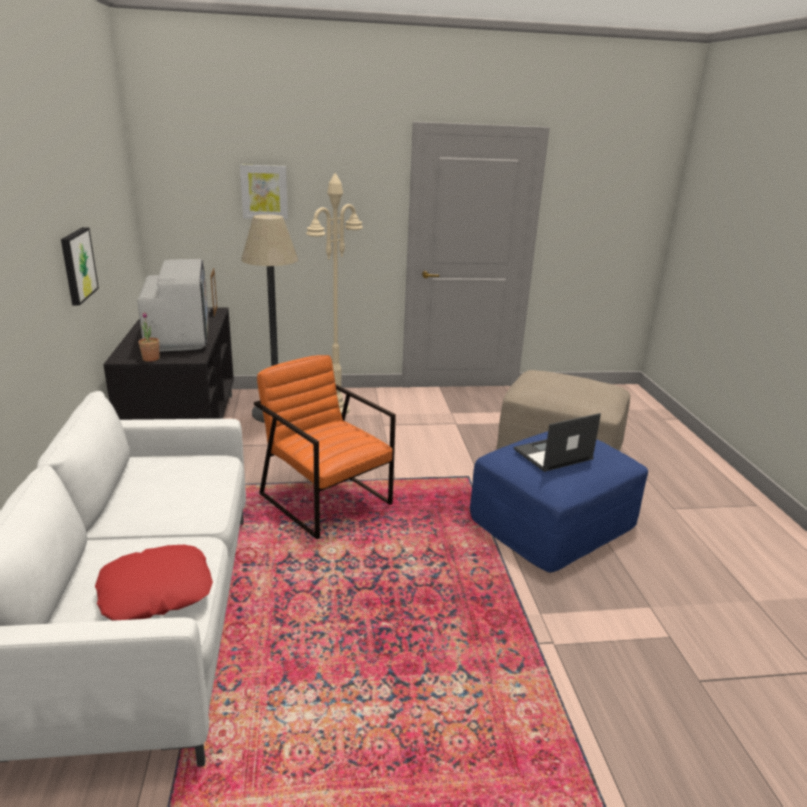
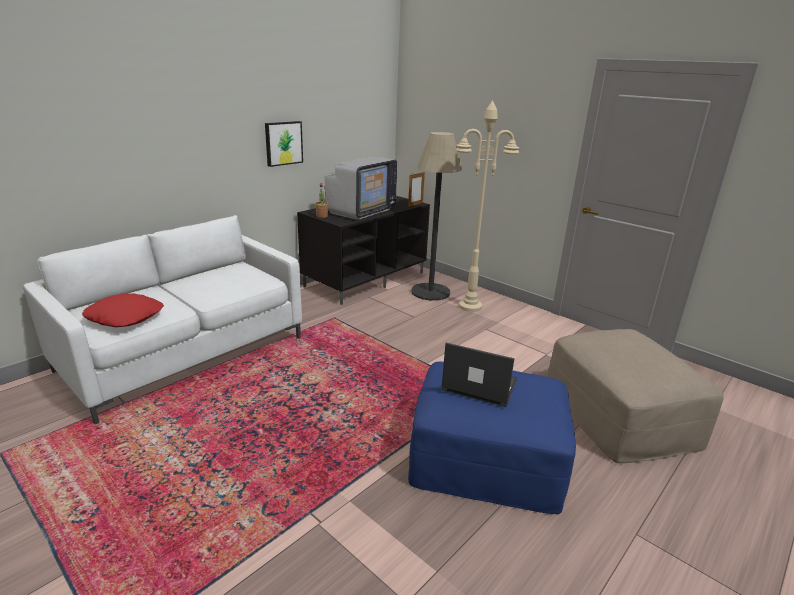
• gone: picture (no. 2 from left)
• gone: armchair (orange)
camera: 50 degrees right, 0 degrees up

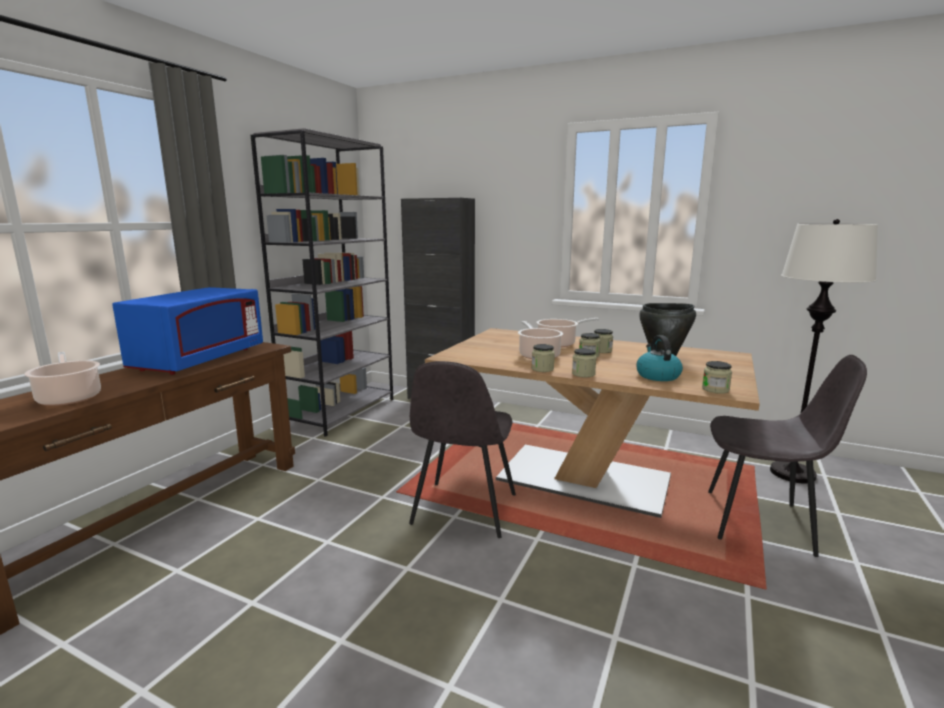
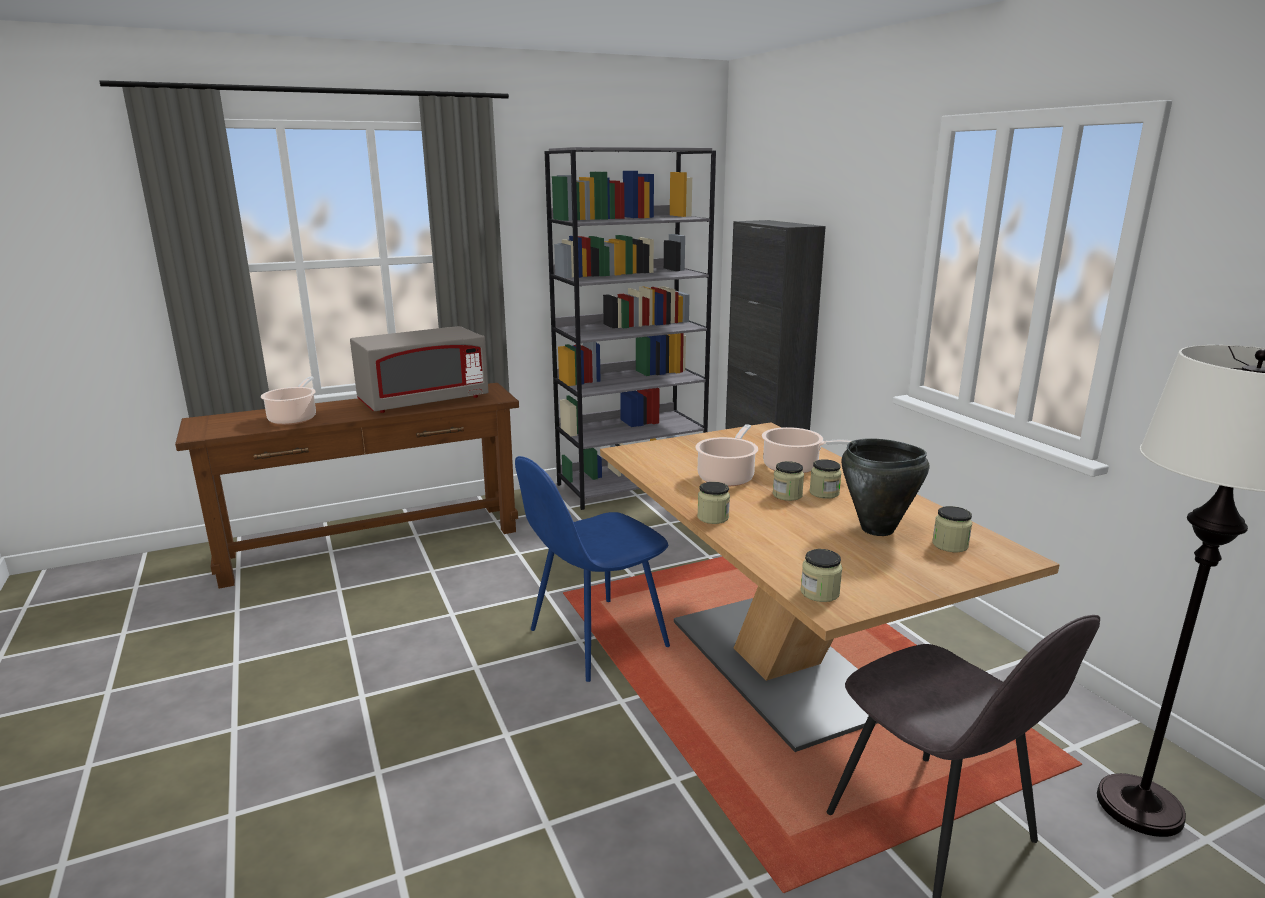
• repainted: microwave (blue) to microwave (grey)
• gone: kettle
• shifted: jar (no. 1 from left in the first image) to jar (no. 5 from left)
• repainted: chair (grey) (no. 1 from left) to chair (blue)
camera: 40 degrees right, 5 degrees up

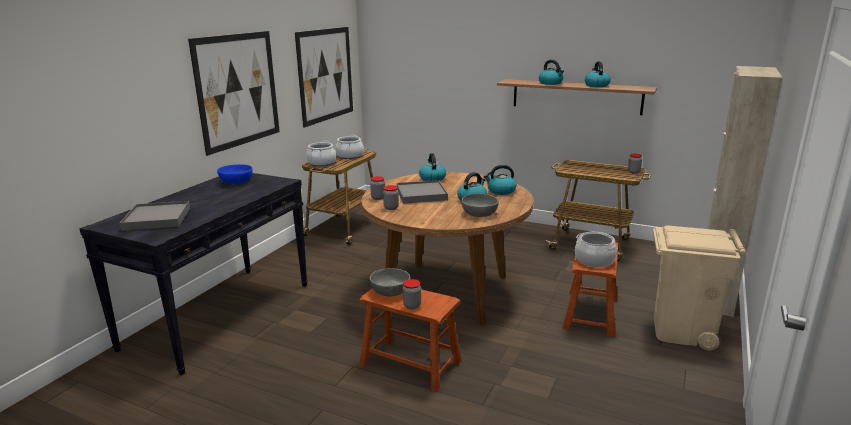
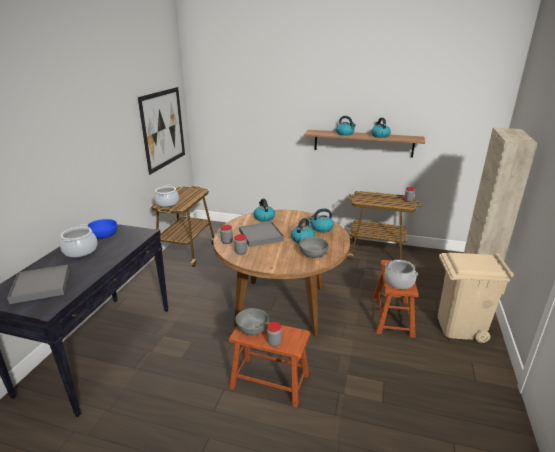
• gone: picture (no. 1 from left)
• shifted: cooking pot (no. 2 from left in the first image) to cooking pot (no. 1 from left)
camera: 10 degrees left, 5 degrees up

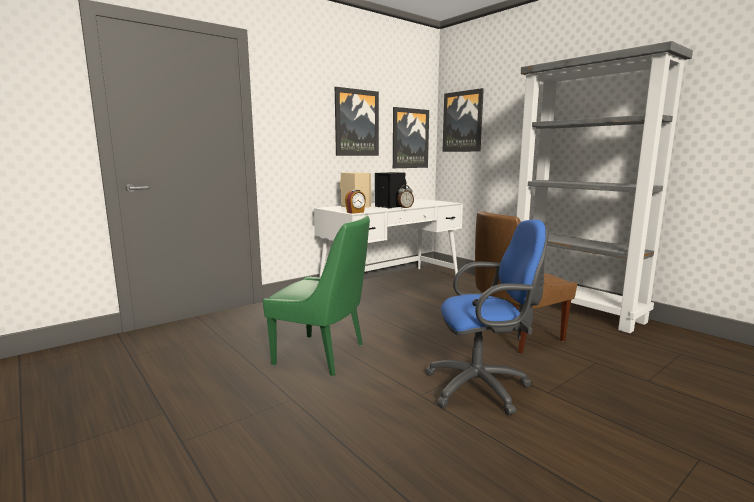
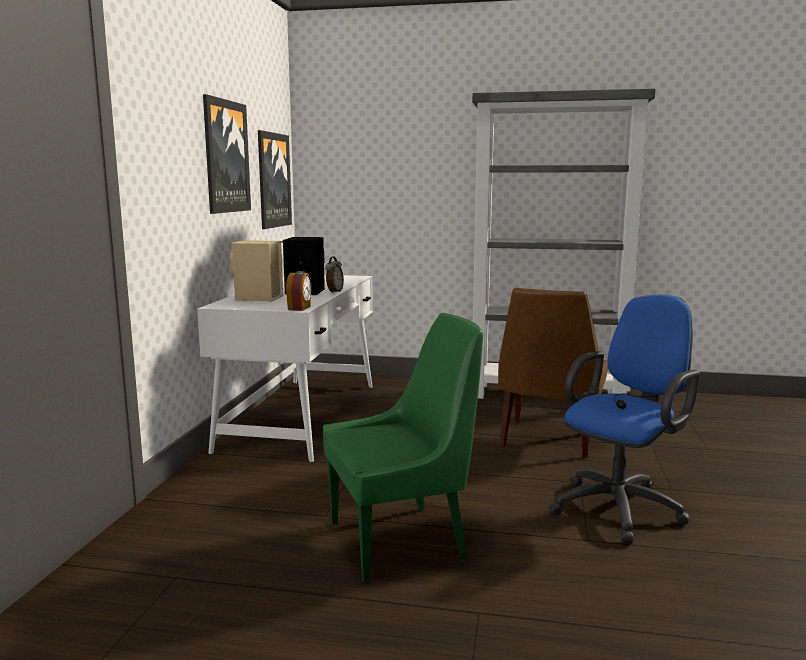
• gone: picture (no. 3 from left)
camera: 40 degrees left, 0 degrees up

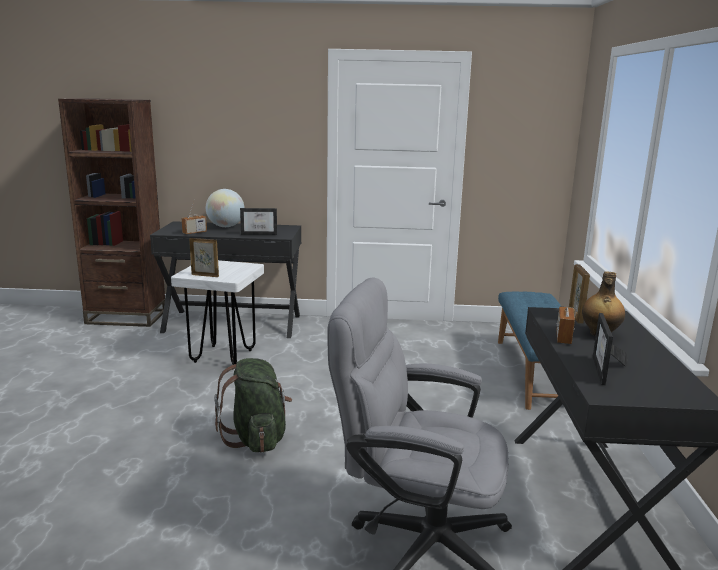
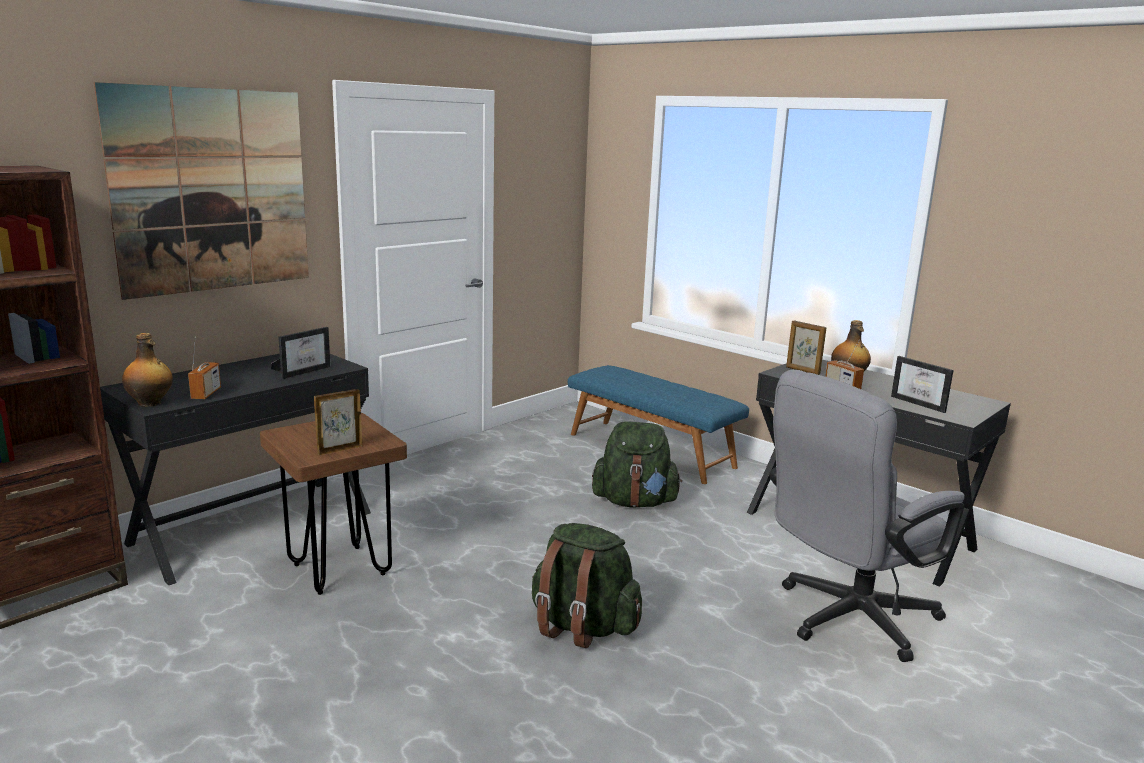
• gone: globe
• repainted: stool (white) to stool (brown)
• new: picture
• new: bottle (no. 1 from left)
• new: backpack (green) (no. 2 from left)
camera: 50 degrees left, 0 degrees up

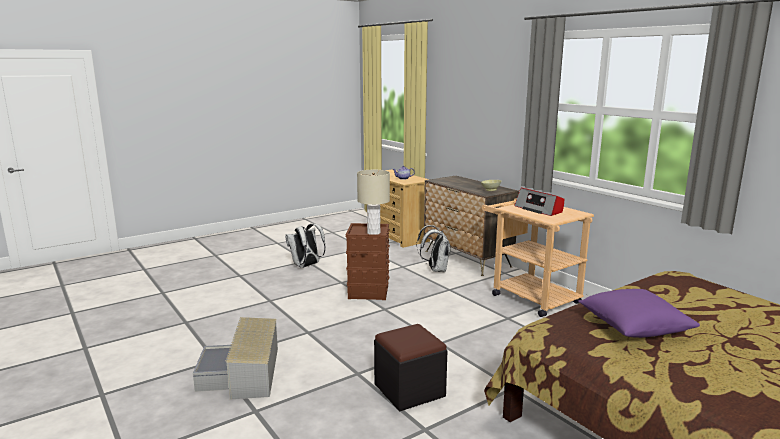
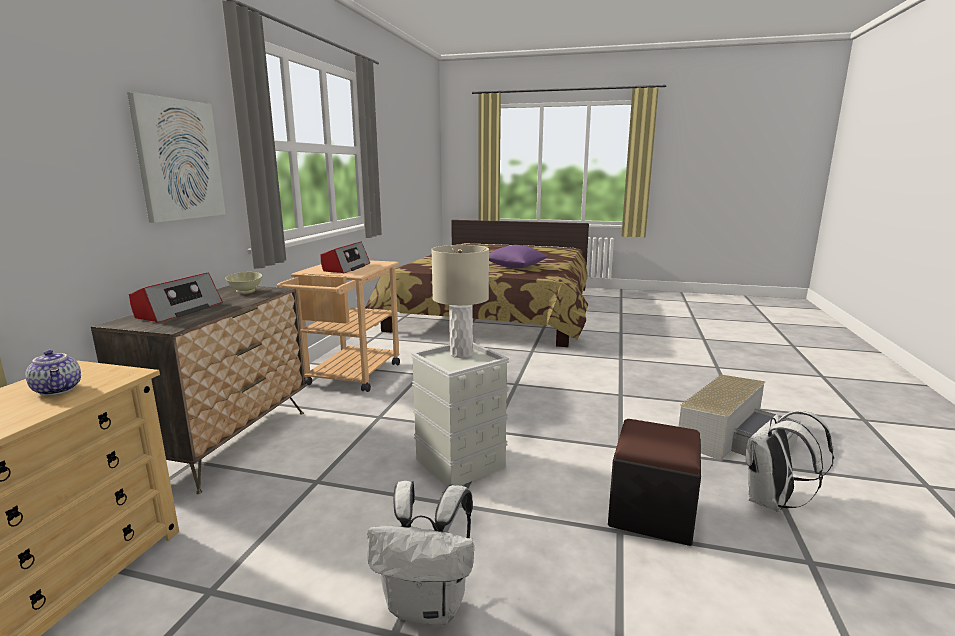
• repainted: storage box (brown) to storage box (grey) (no. 1 from left)
• shifted: backpack (white) (no. 2 from left)
• shifted: ottoman (black)
• new: picture
• new: radio (no. 1 from left)
camera: 130 degrees left, 0 degrees up

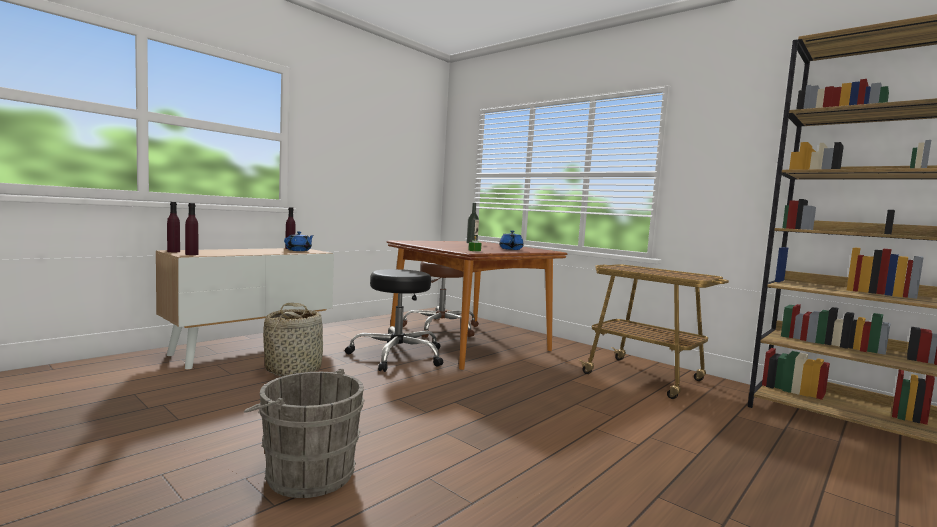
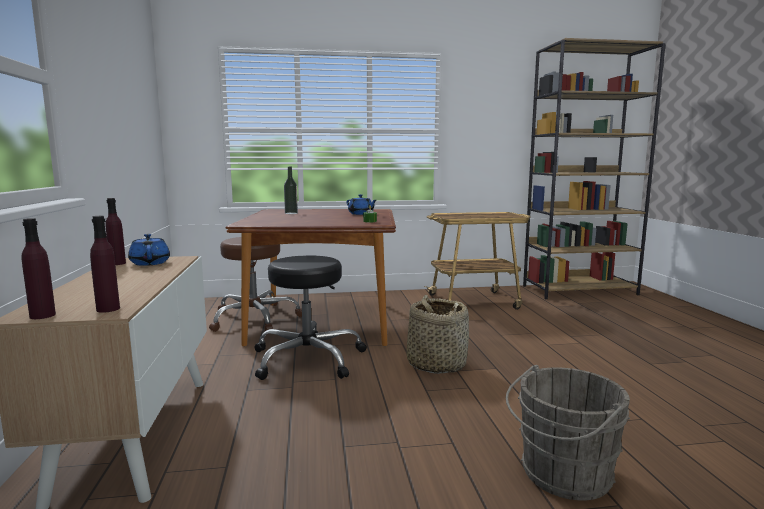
• shifted: basket
camera: 50 degrees left, 5 degrees up

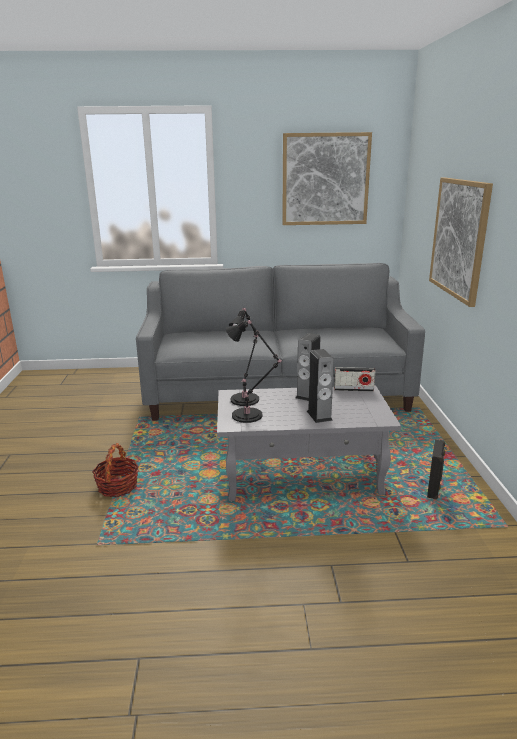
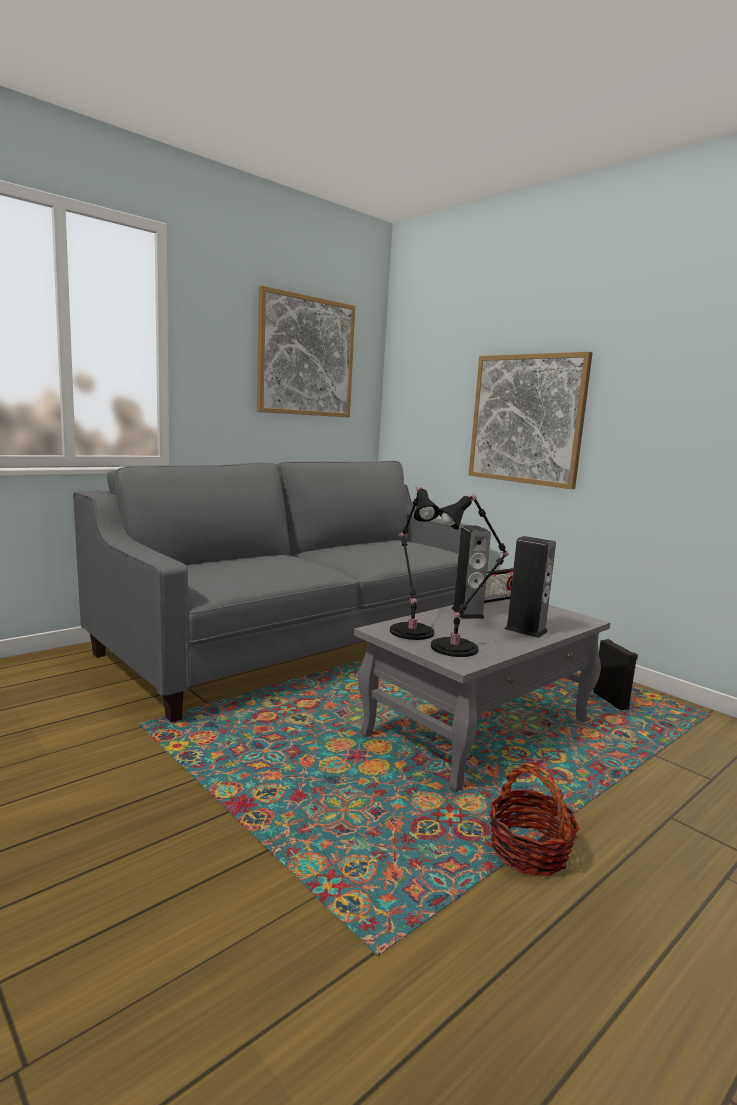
• shifted: basket
camera: 40 degrees left, 10 degrees down

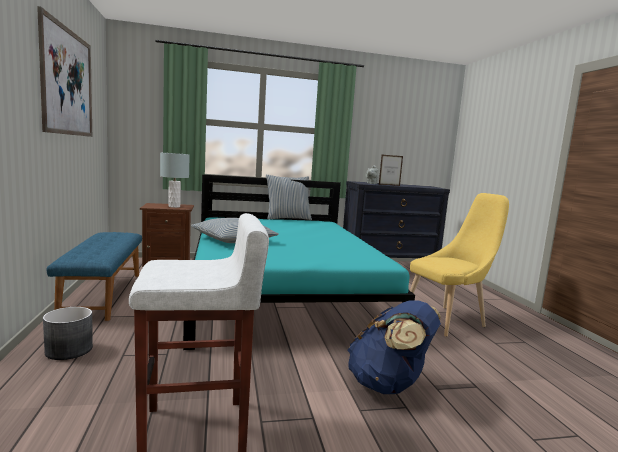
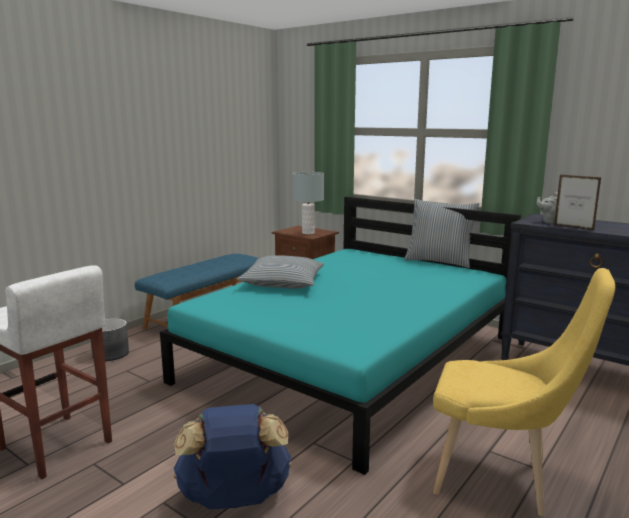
• gone: picture
camera: 50 degrees right, 5 degrees up

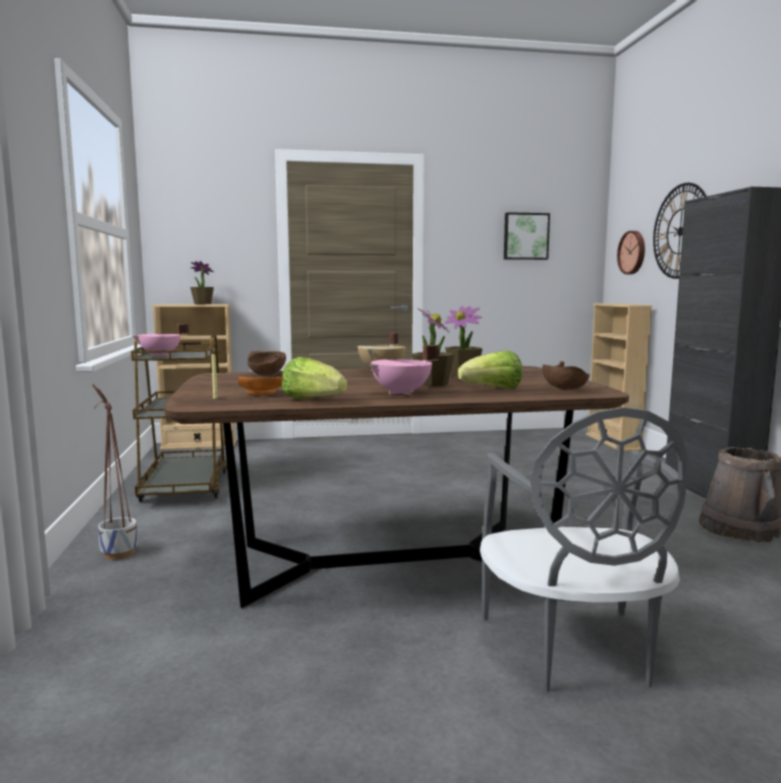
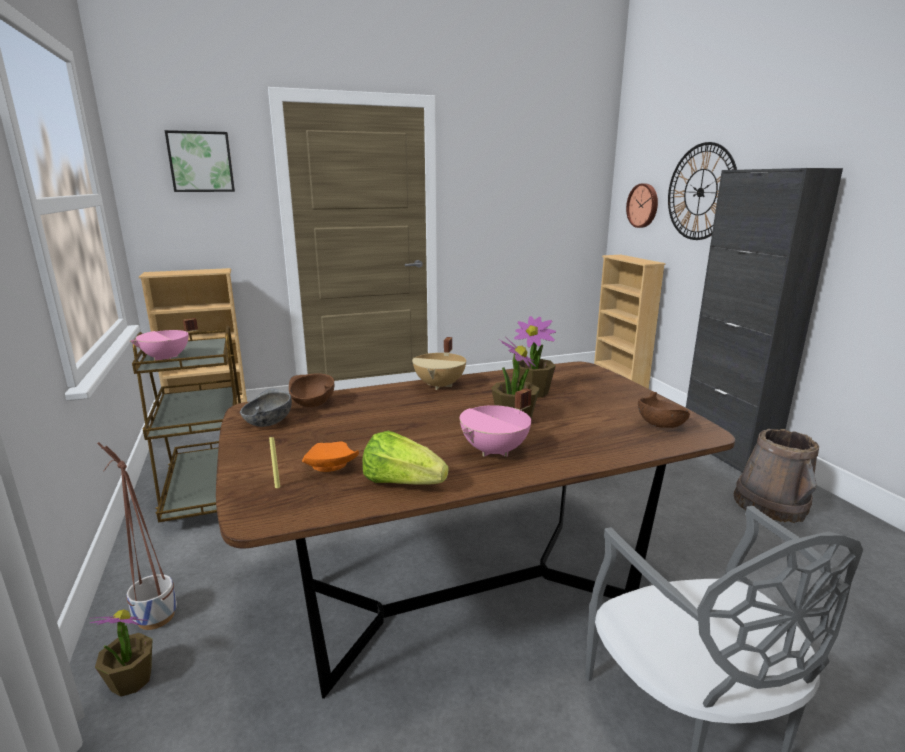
• shifted: picture
• shifted: potted plant (no. 1 from left)
• gone: lettuce (no. 2 from left)
• new: bowl (grey)
camera: 10 degrees left, 10 degrees up

